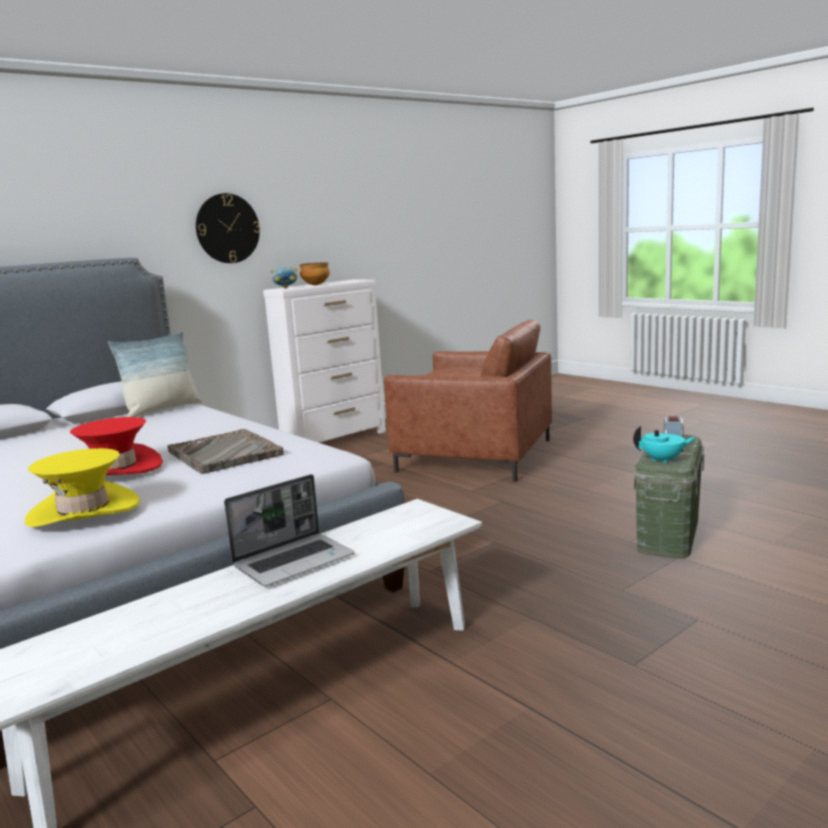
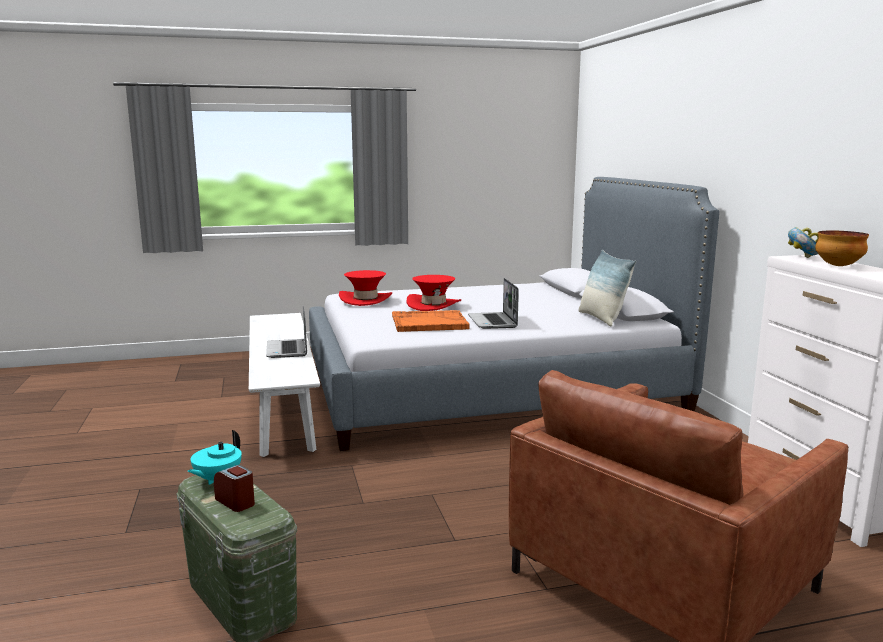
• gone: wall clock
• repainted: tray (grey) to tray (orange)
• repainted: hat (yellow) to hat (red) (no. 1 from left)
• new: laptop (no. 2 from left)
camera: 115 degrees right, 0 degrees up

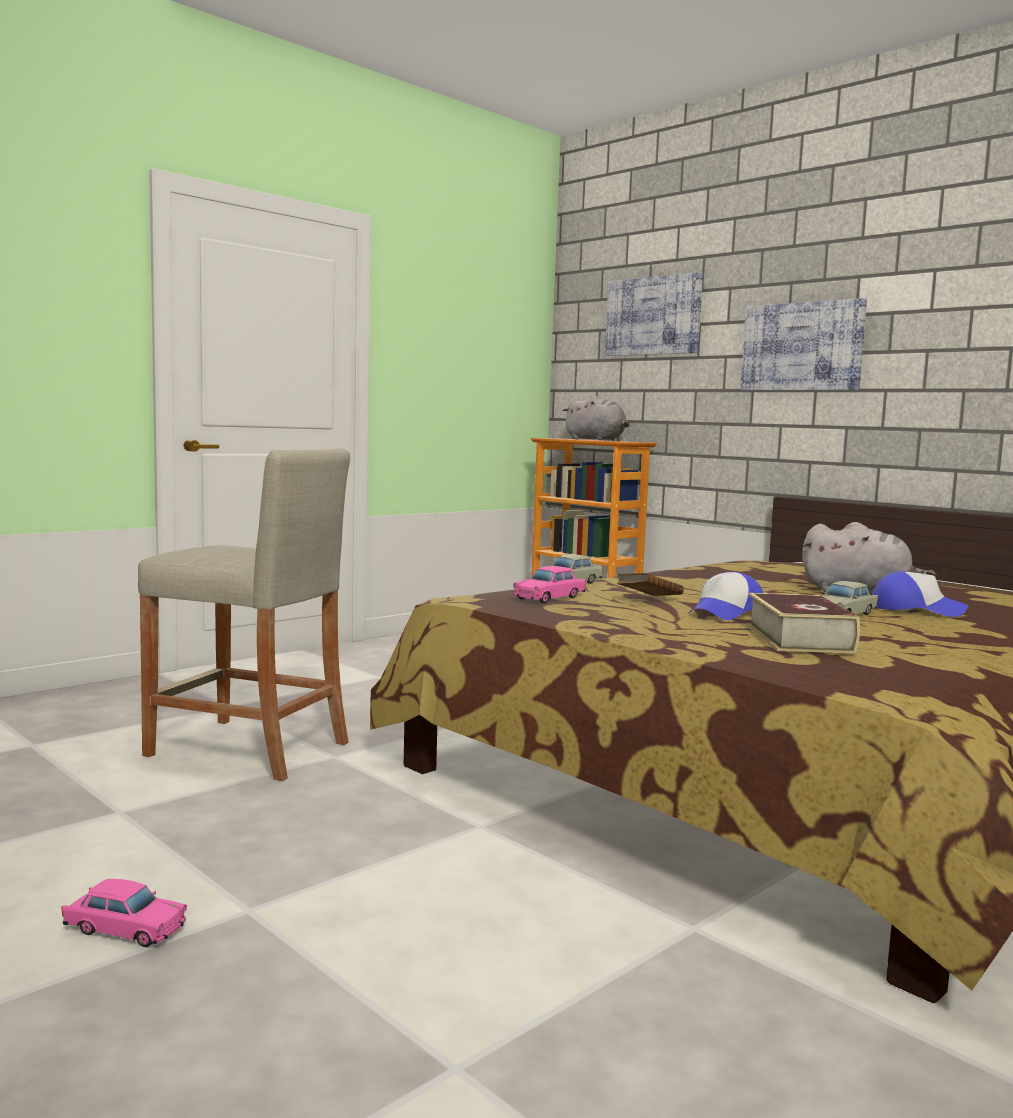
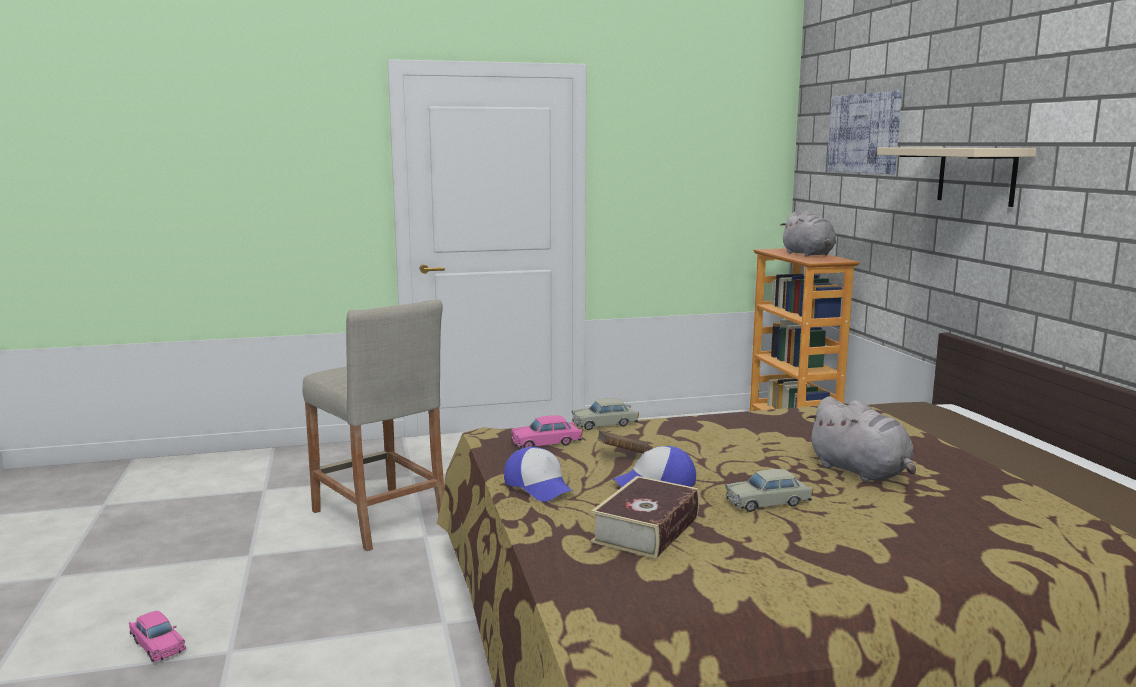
• swapped: picture (no. 2 from left) to shelf (beige)
• shifted: cap (no. 2 from left in the first image) to cap (no. 1 from left)
camera: 30 degrees right, 5 degrees up

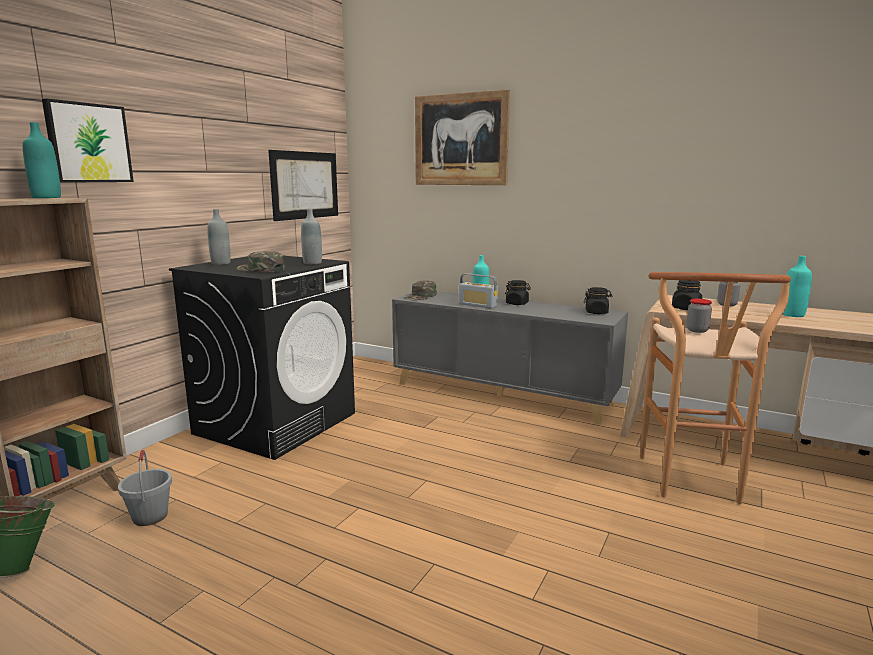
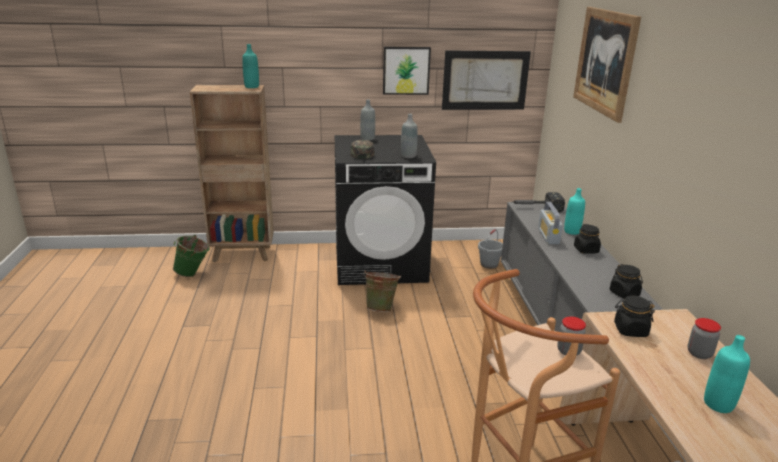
• shifted: picture (no. 1 from left)
• swapped: cap (green) (no. 2 from left) to hammer
• shifted: bucket (grey)
• new: bucket (green) (no. 2 from left)
camera: 55 degrees right, 10 degrees up

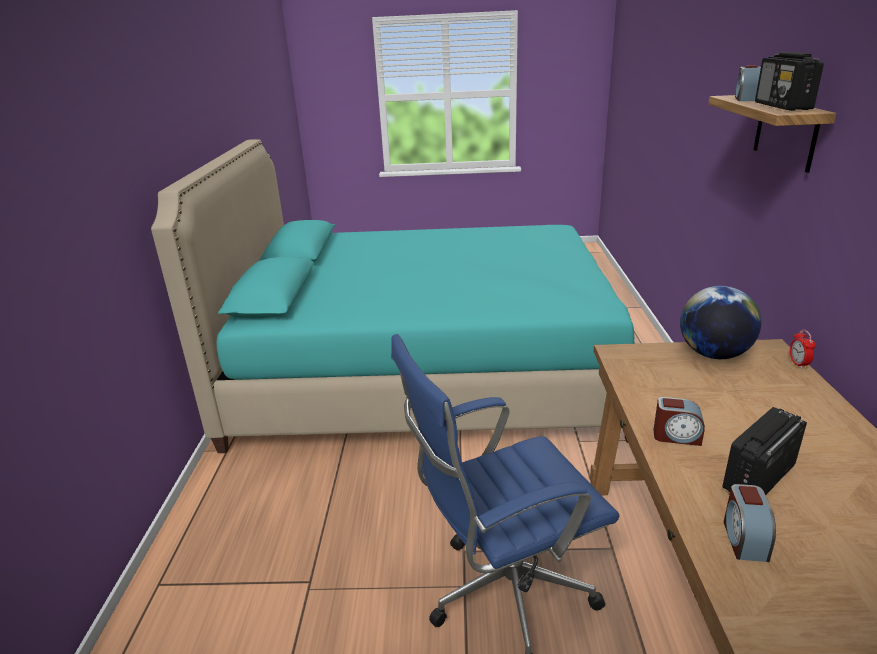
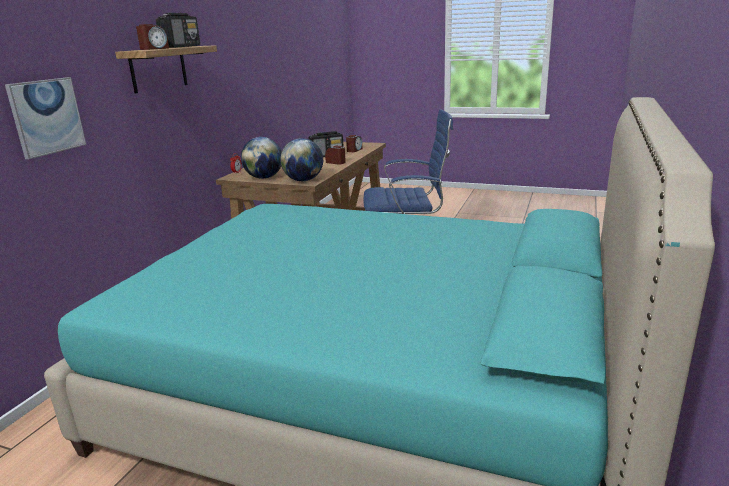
• new: picture
• new: globe (no. 2 from left)
camera: 160 degrees left, 5 degrees down

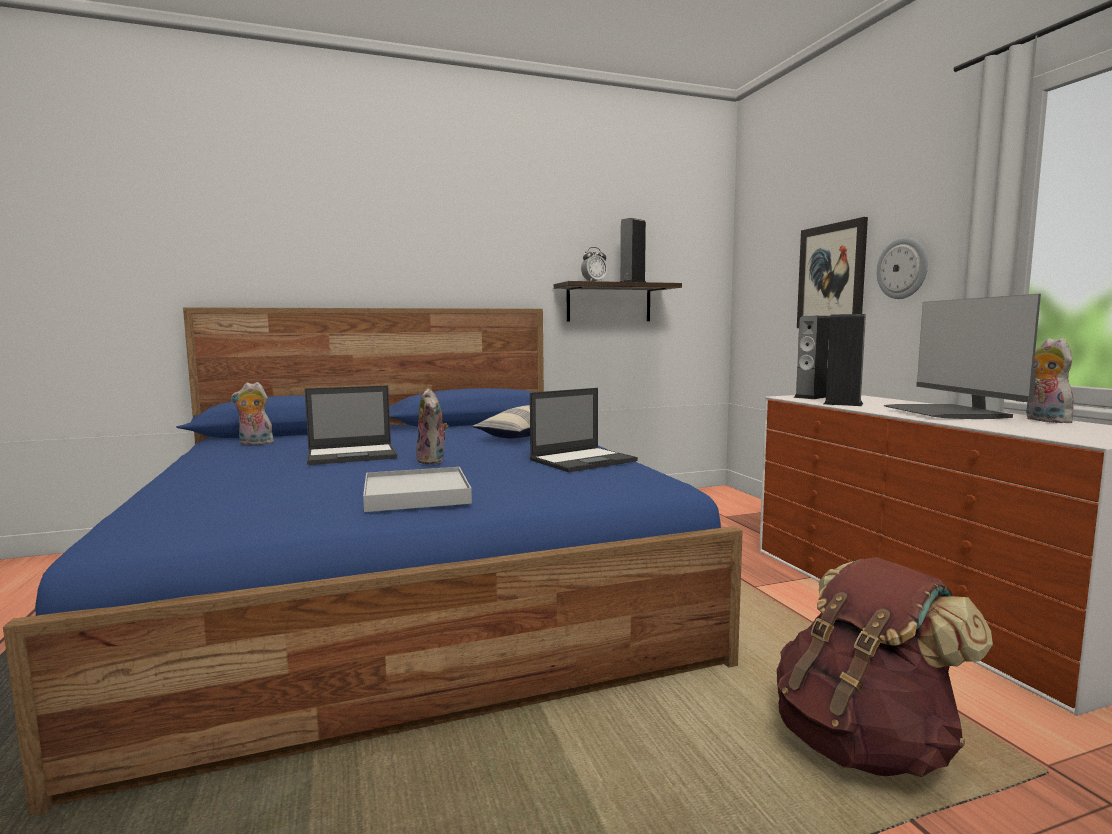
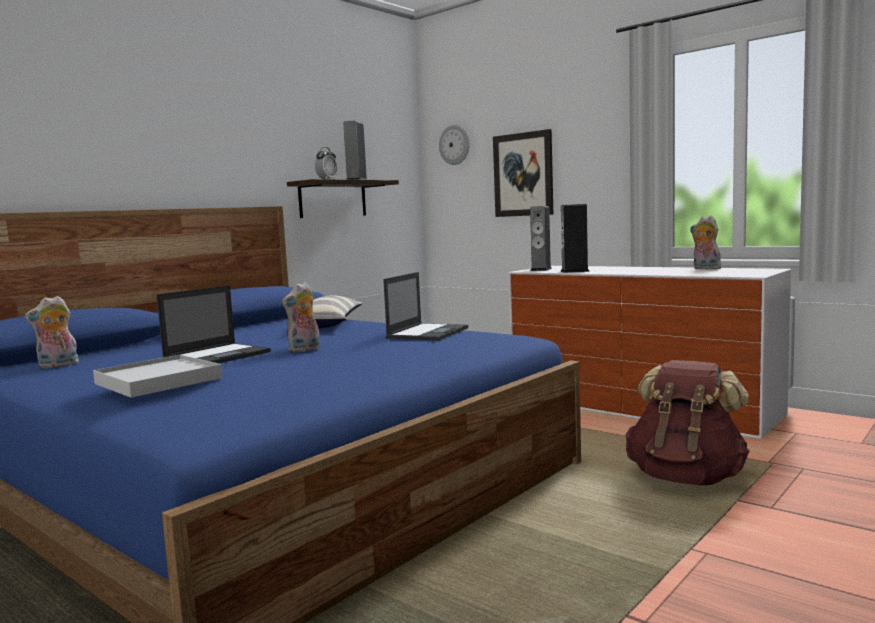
• shifted: wall clock
• gone: monitor
• rotated: plush toy (no. 2 from left) 90 degrees clockwise
• shifted: tray (white)
camera: 30 degrees left, 0 degrees up

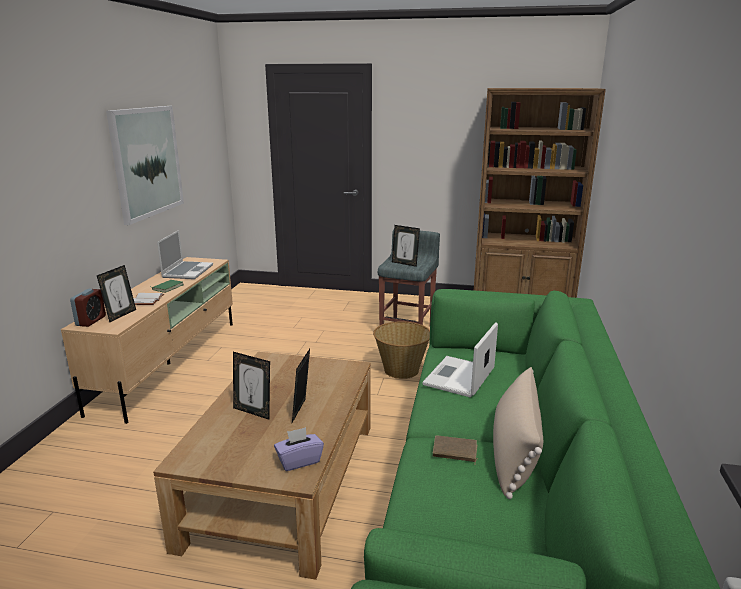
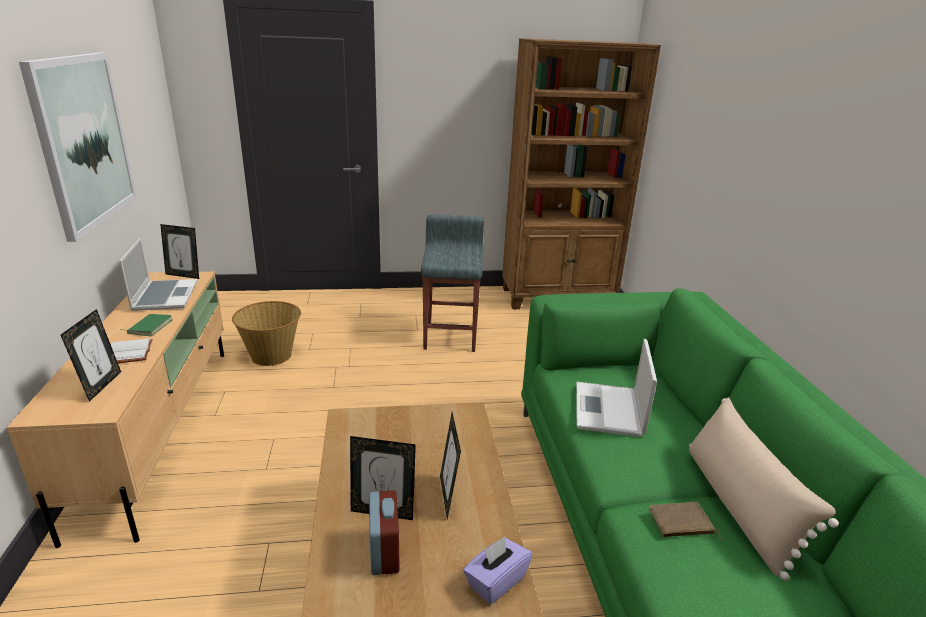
• shifted: picture frame (no. 4 from left in the first image) to picture frame (no. 2 from left)
• shifted: alarm clock
• shifted: basket
camera: 20 degrees left, 5 degrees up

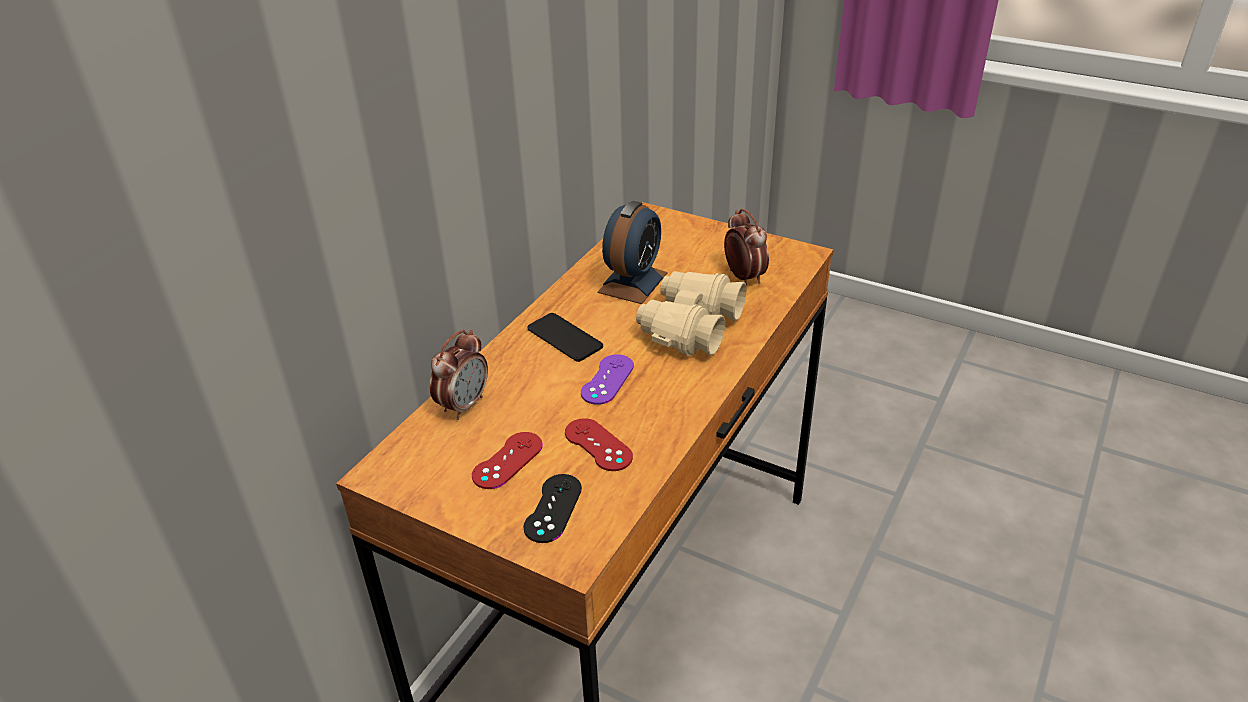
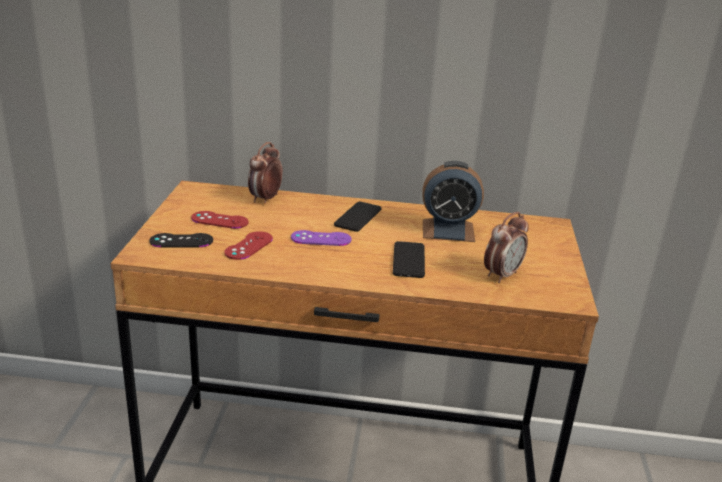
• swapped: binoculars (beige) to phone (no. 2 from left)
• rotated: alarm clock (no. 1 from left) 105 degrees clockwise
camera: 65 degrees right, 10 degrees down

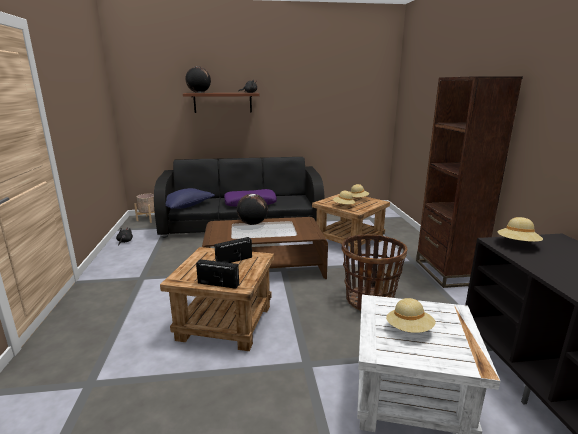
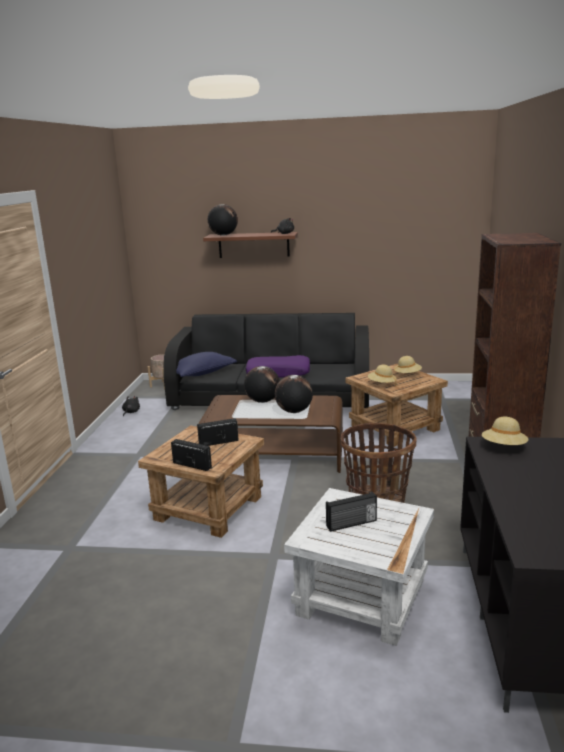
• swapped: hat (beige) (no. 3 from left) to radio (no. 3 from left)
• new: globe (no. 3 from left)
camera: 15 degrees right, 0 degrees up

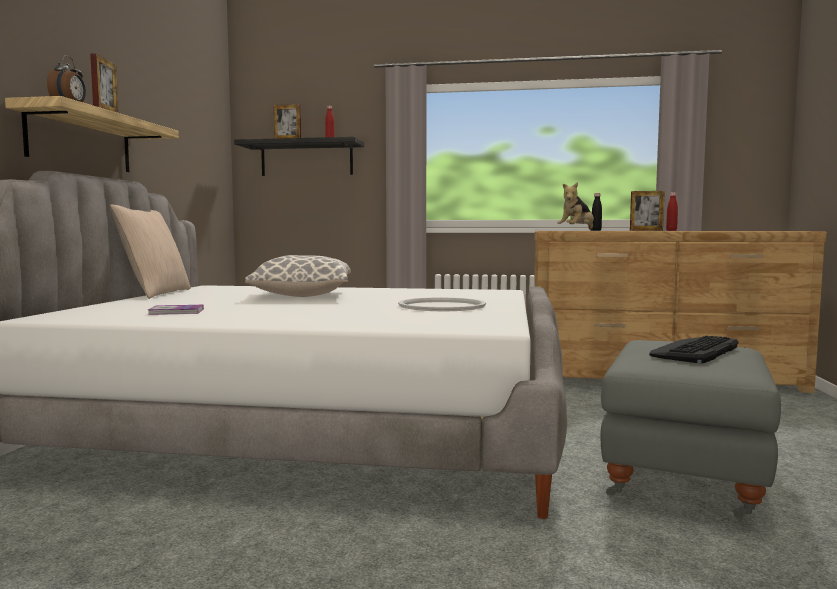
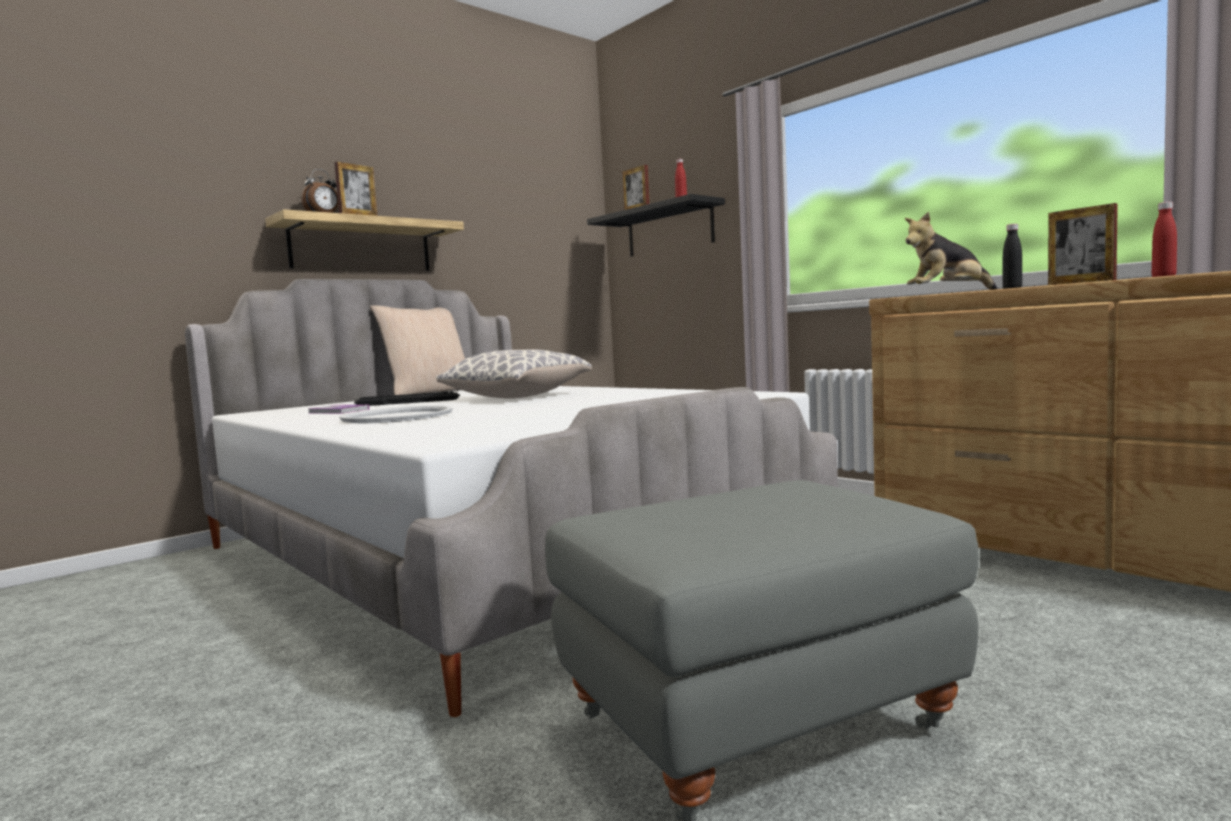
• shifted: tray (white)
• shifted: keyboard
camera: 40 degrees right, 0 degrees up

